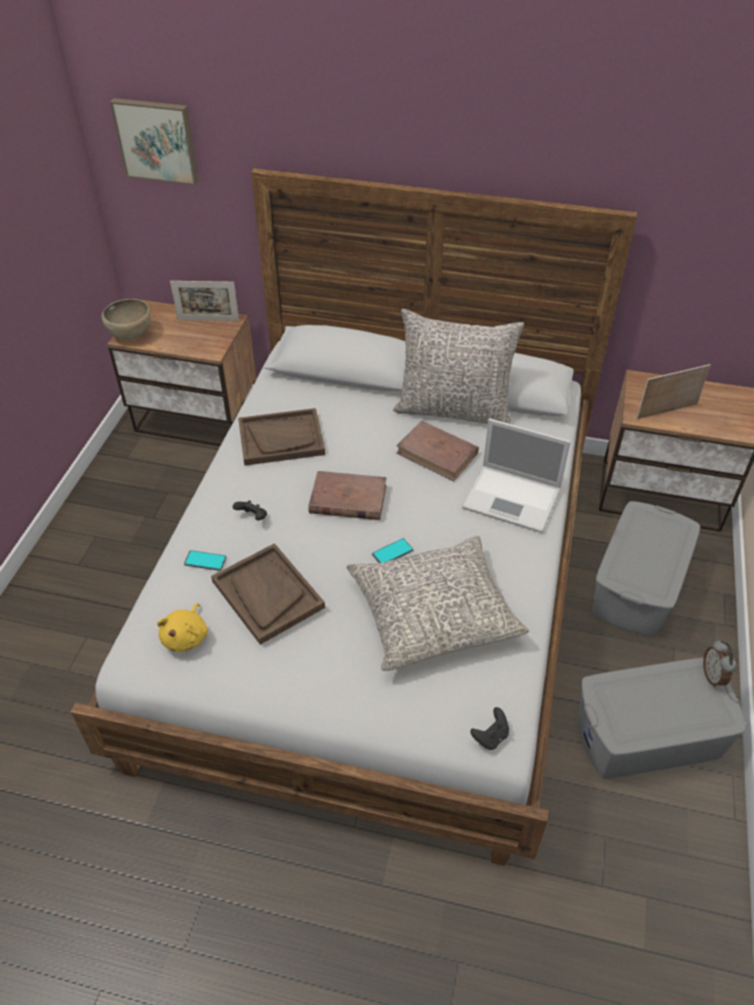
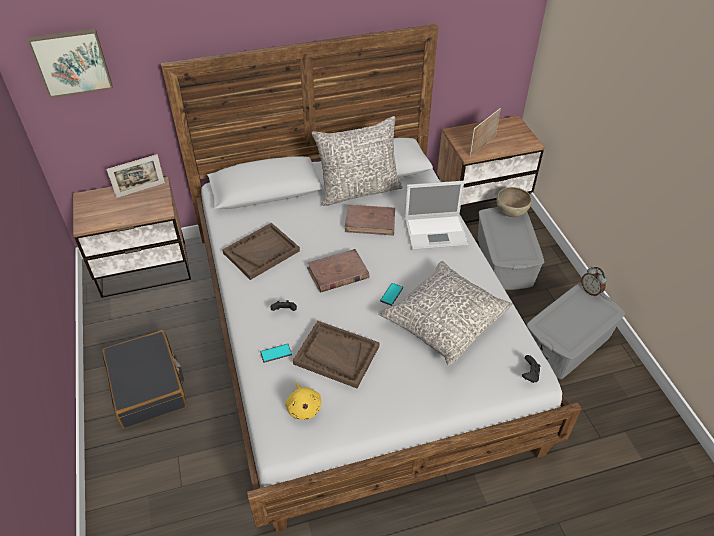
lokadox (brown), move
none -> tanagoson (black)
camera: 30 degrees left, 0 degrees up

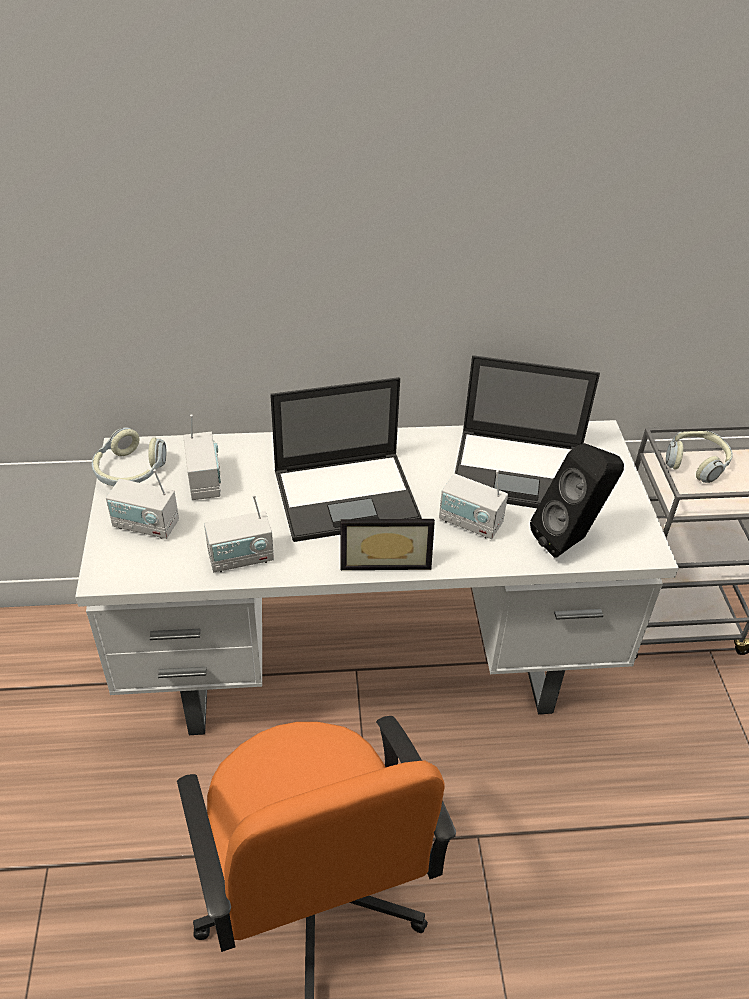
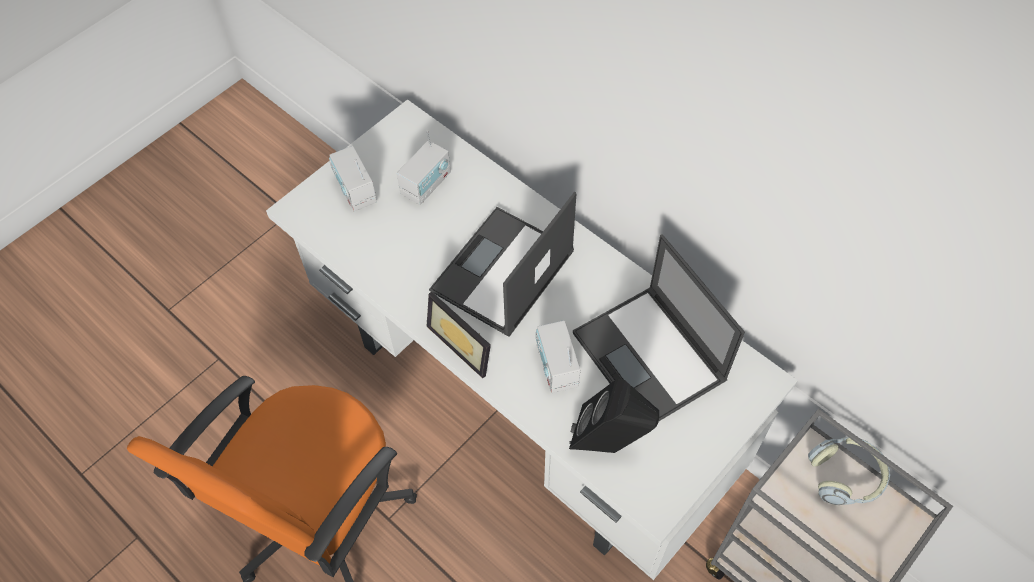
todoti (1st from left), 90 degrees clockwise
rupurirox (1st from left) -> none
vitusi (3rd from left) -> none
camera: 50 degrees right, 15 degrees up

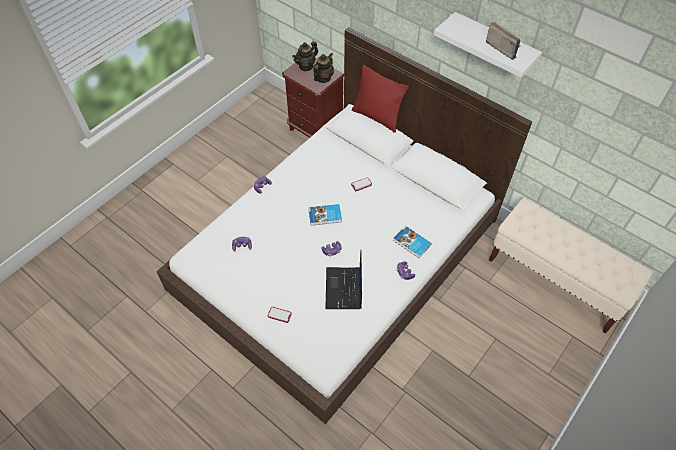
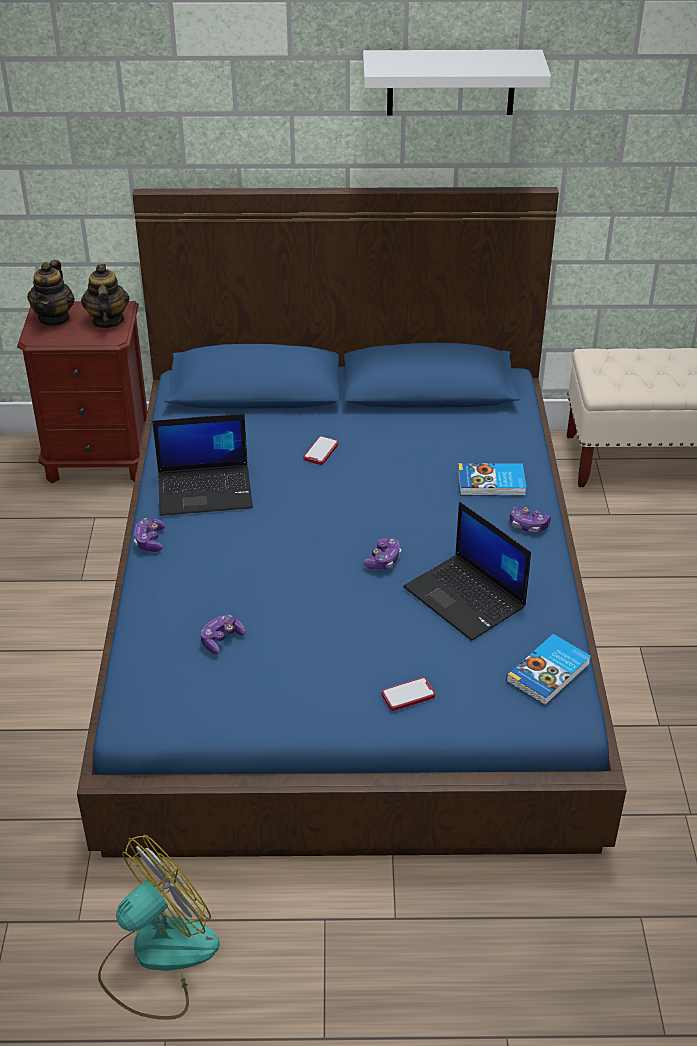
vitusi -> none
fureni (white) -> fureni (blue)
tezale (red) -> none
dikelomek (1st from left in the first image) -> dikelomek (2nd from left), move
none -> todoti (1st from left)
none -> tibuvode
camera: 40 degrees left, 15 degrees down

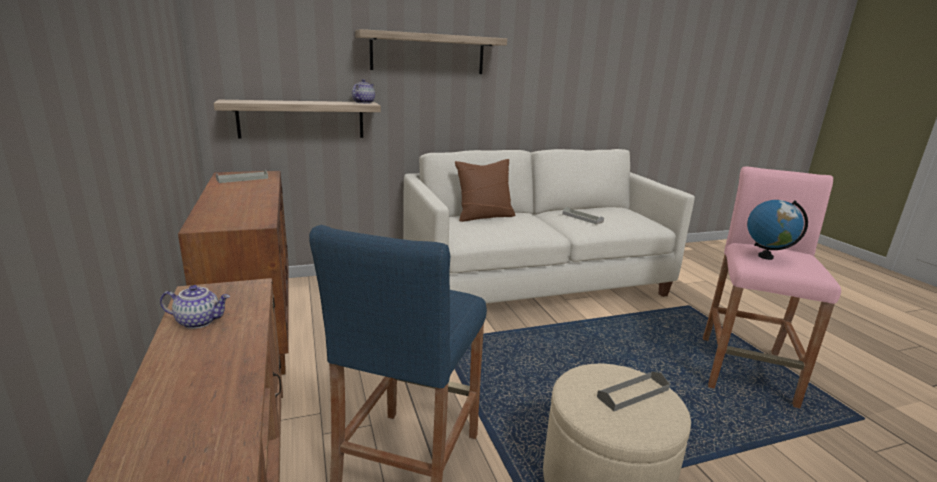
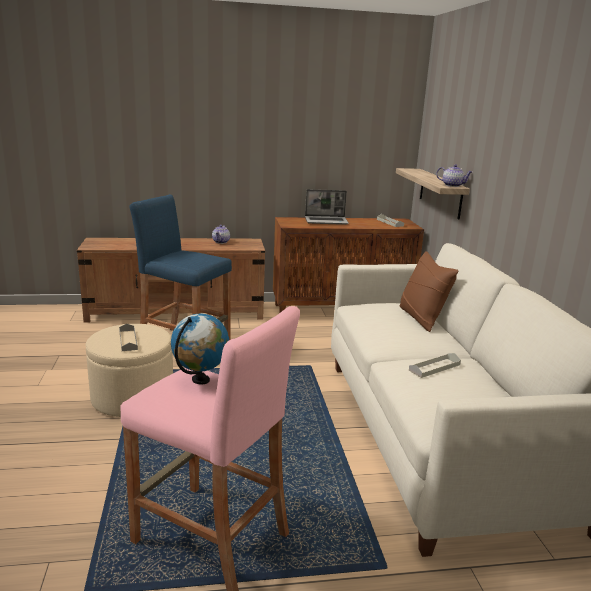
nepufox (2nd from left) -> none
none -> todoti
camera: 100 degrees right, 0 degrees up

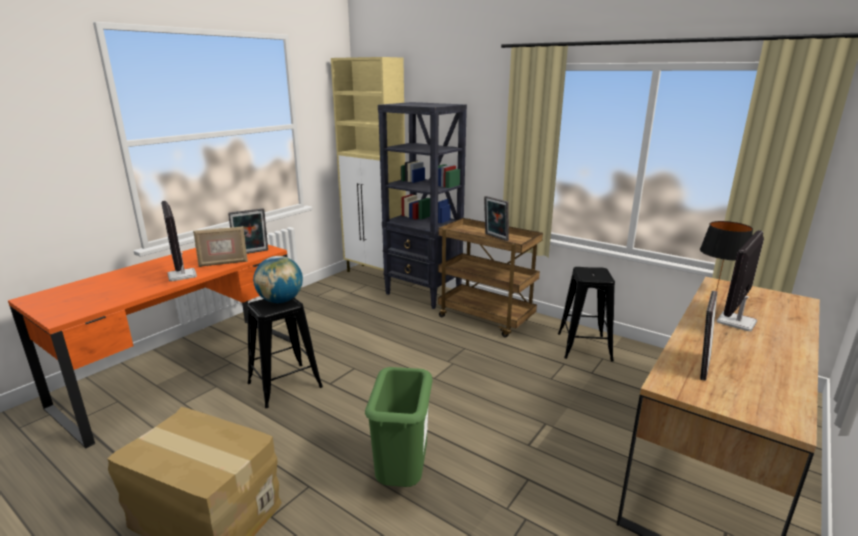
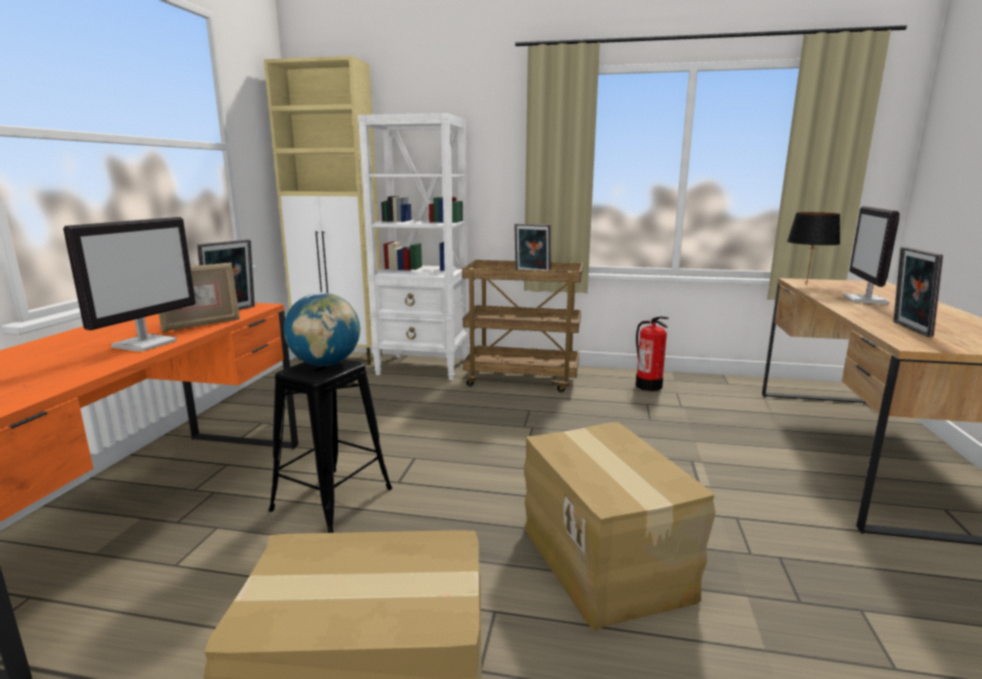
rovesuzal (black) -> rovesuzal (white)
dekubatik (1st from left), 105 degrees counterclockwise
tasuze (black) (2nd from left) -> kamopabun
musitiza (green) -> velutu (2nd from left)
camera: 25 degrees left, 5 degrees down

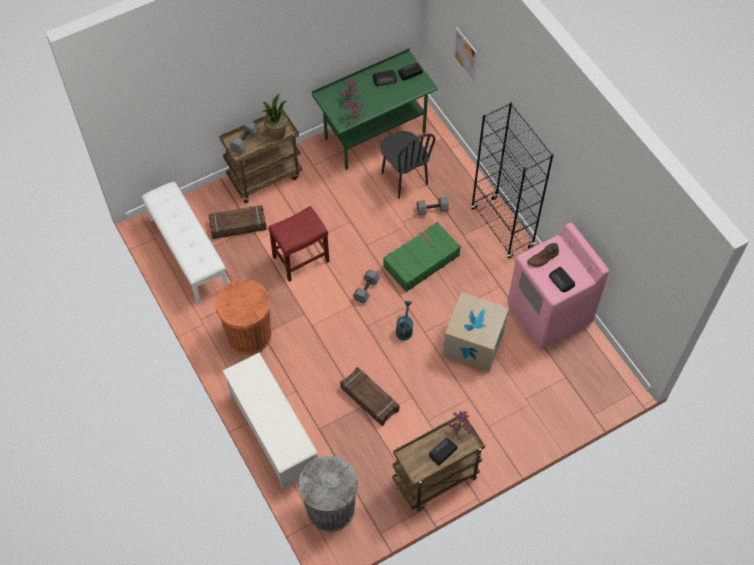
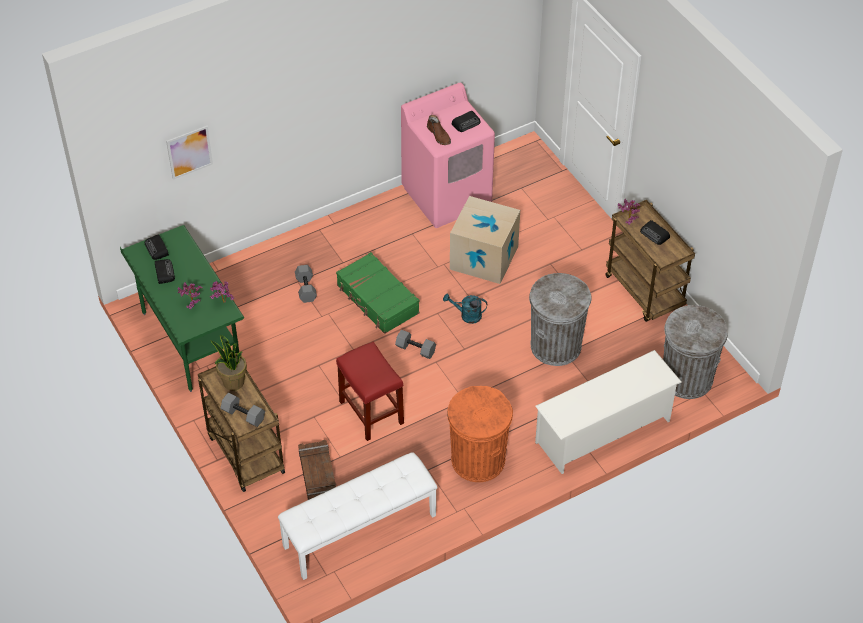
rovesuzal (black) -> none
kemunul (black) -> none
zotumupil (2nd from left) -> musitiza (grey) (1st from left)
camera: 90 degrees left, 10 degrees down

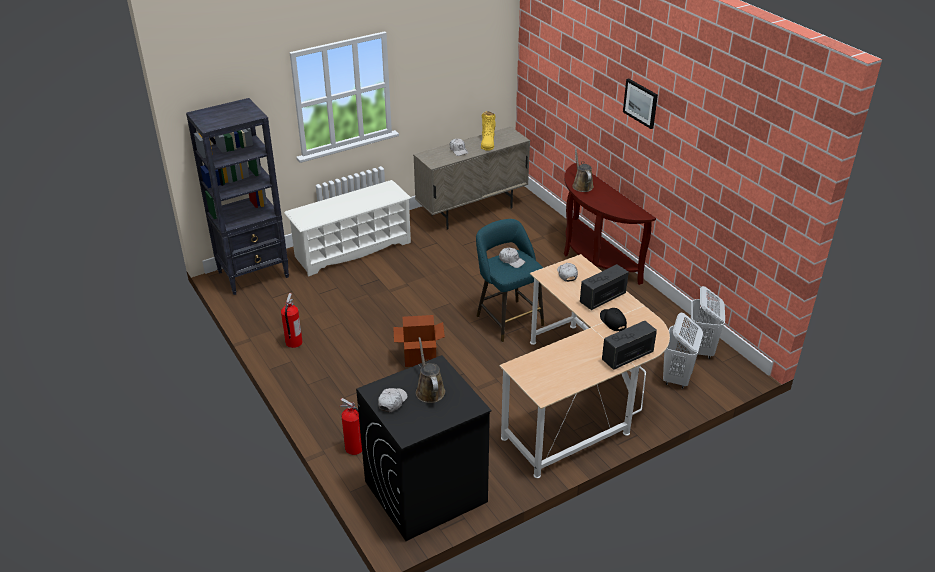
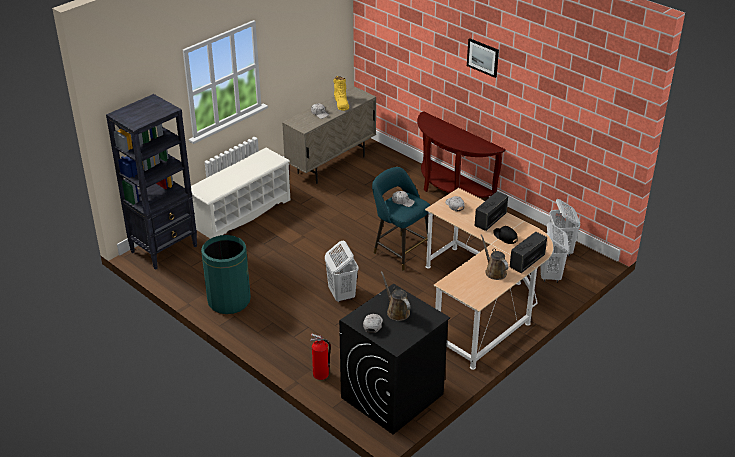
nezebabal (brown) (2nd from left), move
kamopabun (1st from left) -> musitiza (green)
velutu -> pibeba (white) (1st from left)
camera: 15 degrees left, 0 degrees up

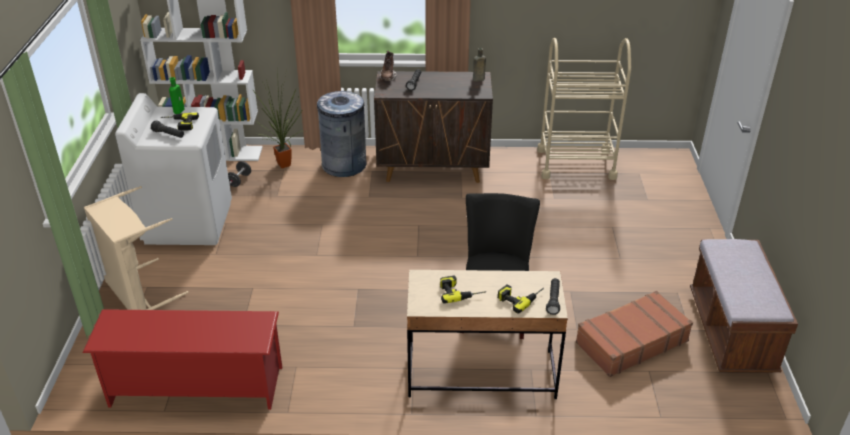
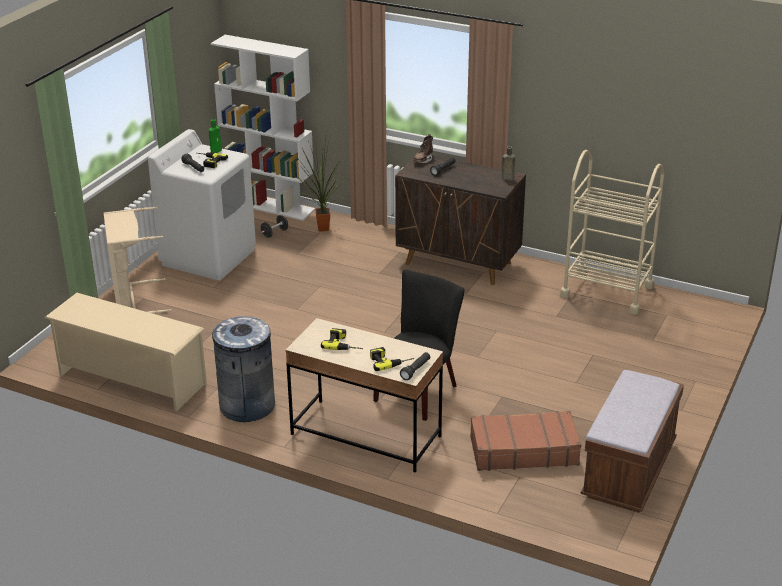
musitiza (grey), move
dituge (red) -> dituge (beige)
camera: 25 degrees right, 5 degrees down

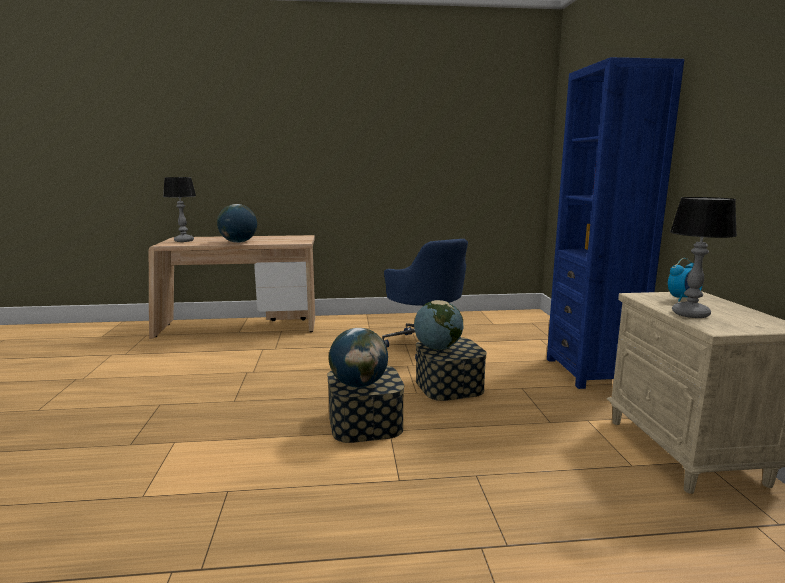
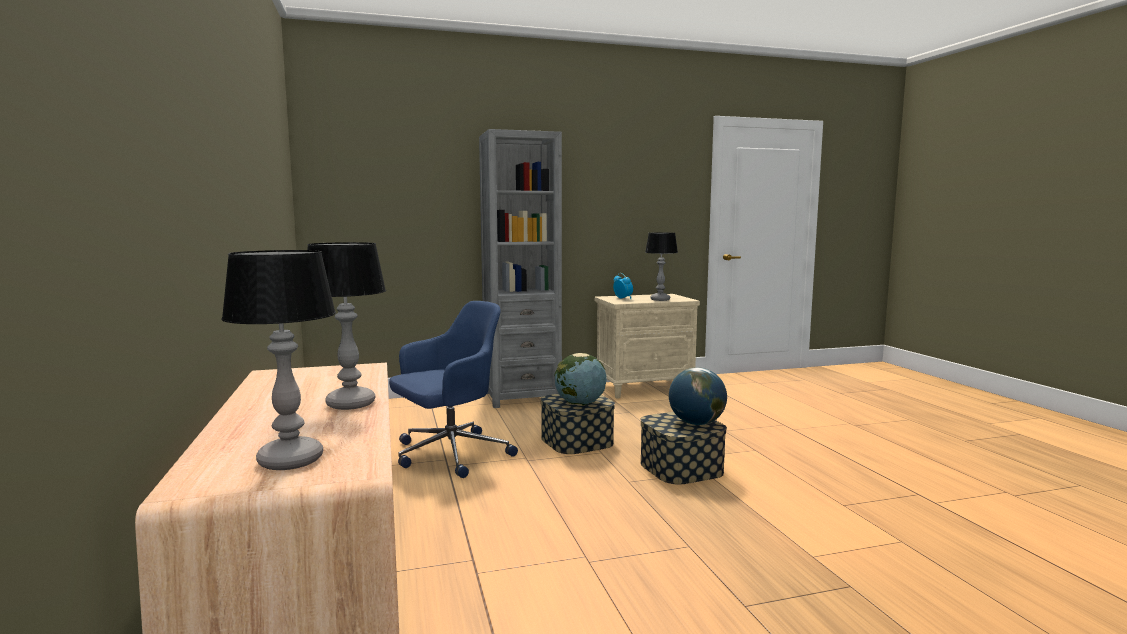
rovesuzal (blue) -> rovesuzal (grey)
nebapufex (1st from left) -> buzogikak (2nd from left)
camera: 100 degrees left, 5 degrees down

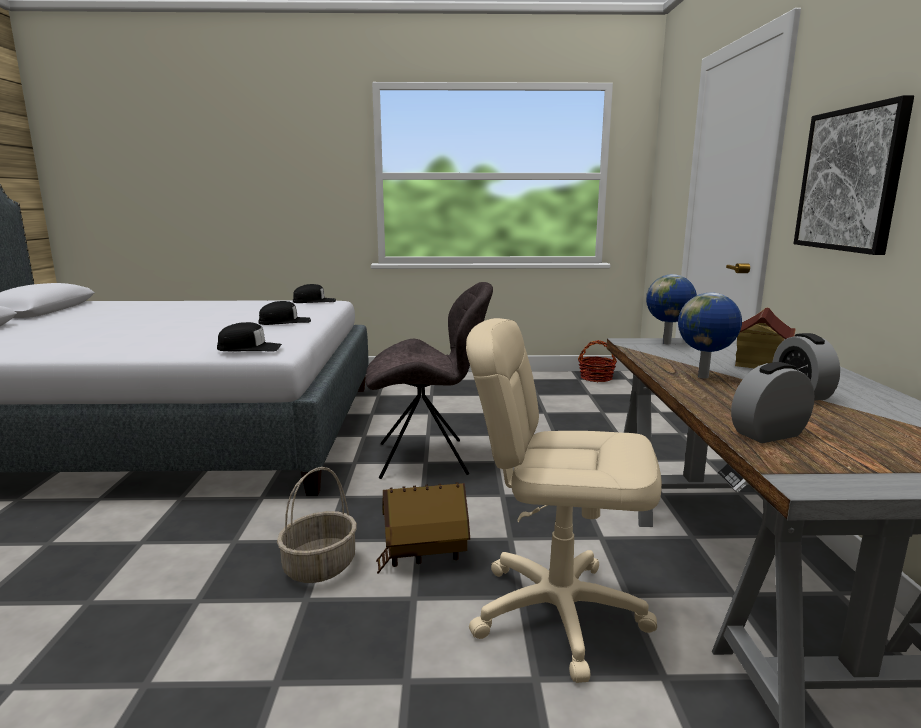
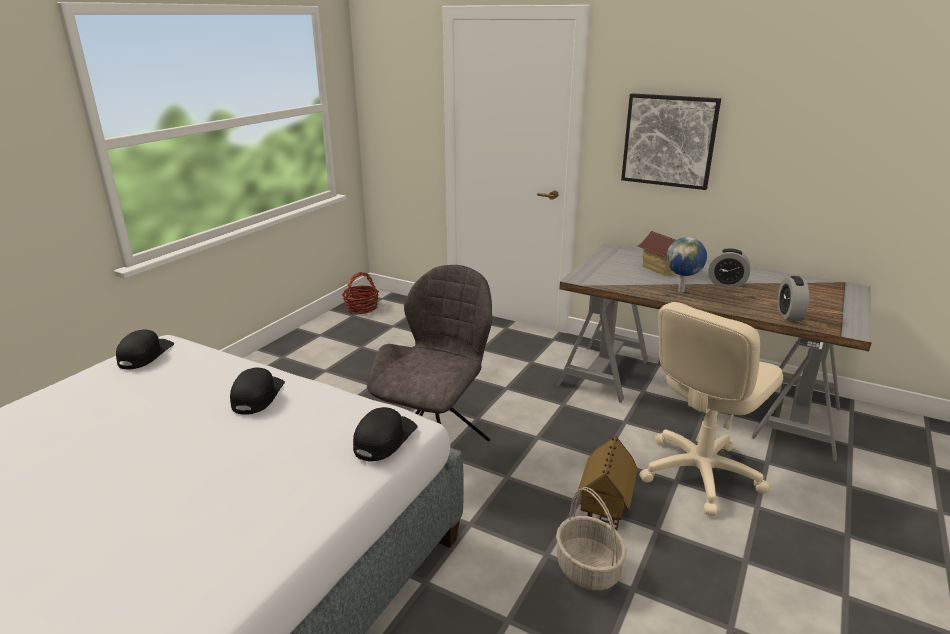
nebapufex (1st from left) -> none
camera: 60 degrees left, 10 degrees up

